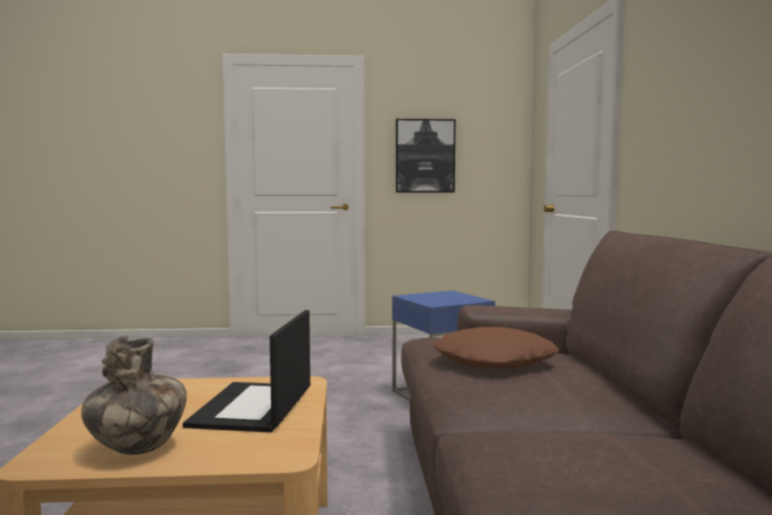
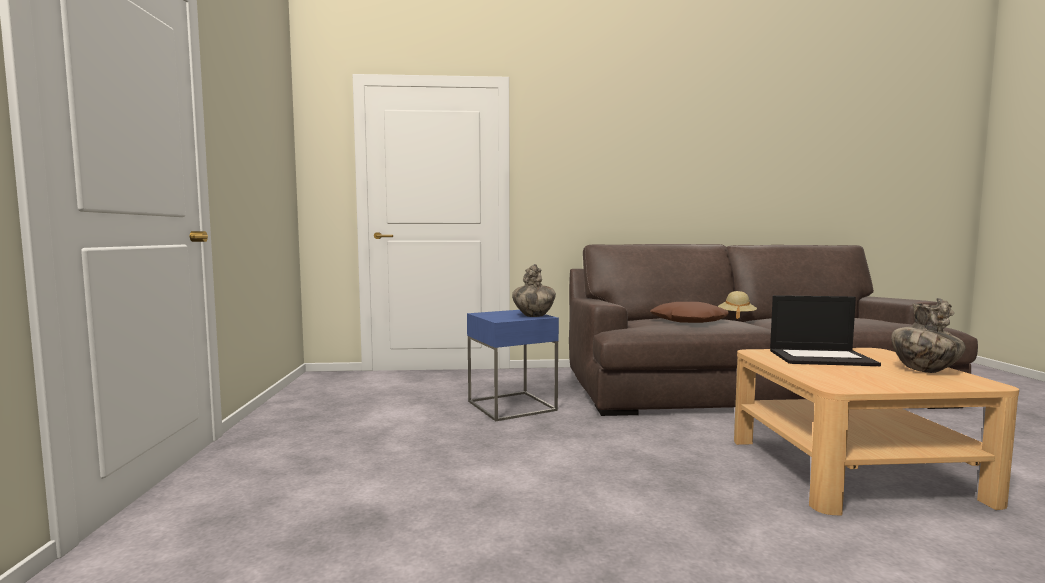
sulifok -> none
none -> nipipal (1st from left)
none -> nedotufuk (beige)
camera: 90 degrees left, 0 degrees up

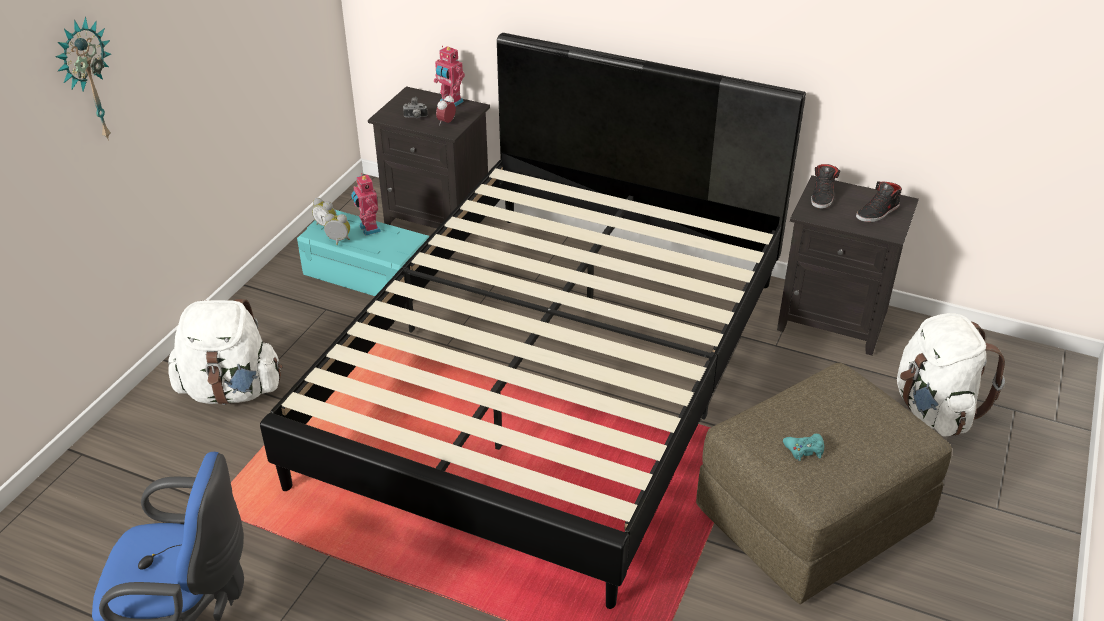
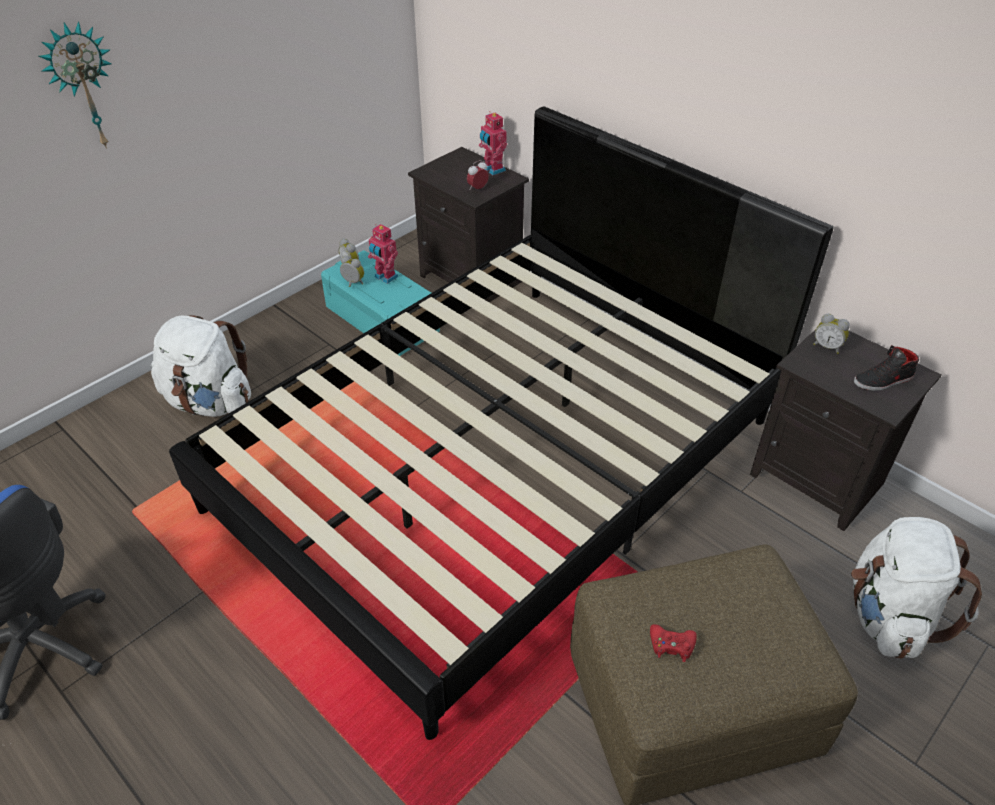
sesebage -> none
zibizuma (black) (1st from left) -> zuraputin (4th from left)
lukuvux (1st from left), 45 degrees counterclockwise
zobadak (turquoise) -> zobadak (red)
camera: 20 degrees right, 5 degrees up

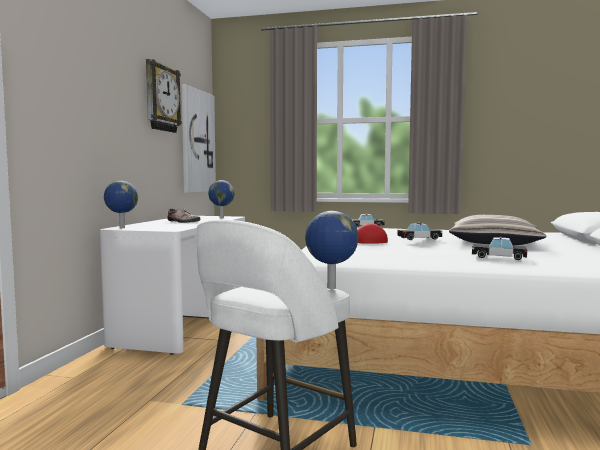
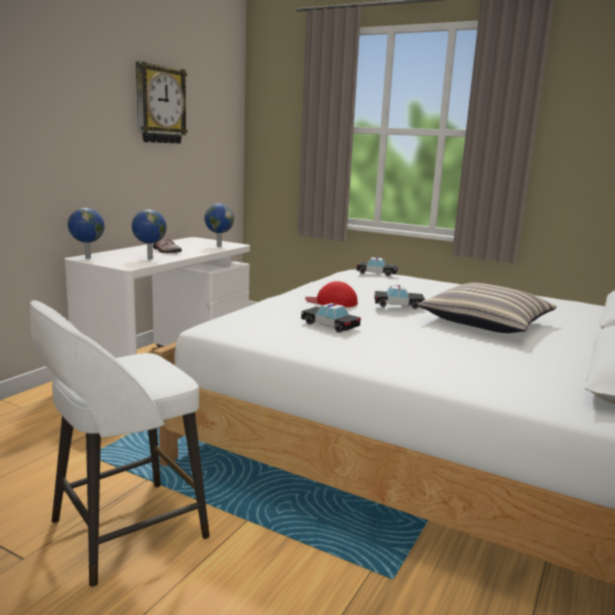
sulifok -> none
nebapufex (3rd from left in the first image) -> nebapufex (2nd from left), move
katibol (3rd from left in the first image) -> katibol (1st from left), move
camera: 15 degrees right, 10 degrees up

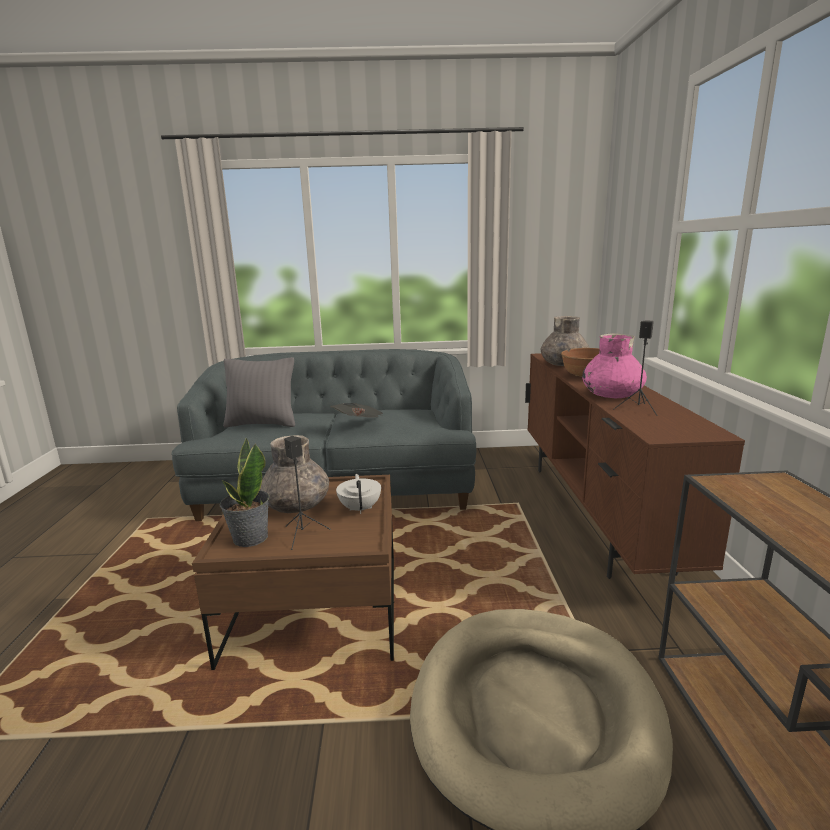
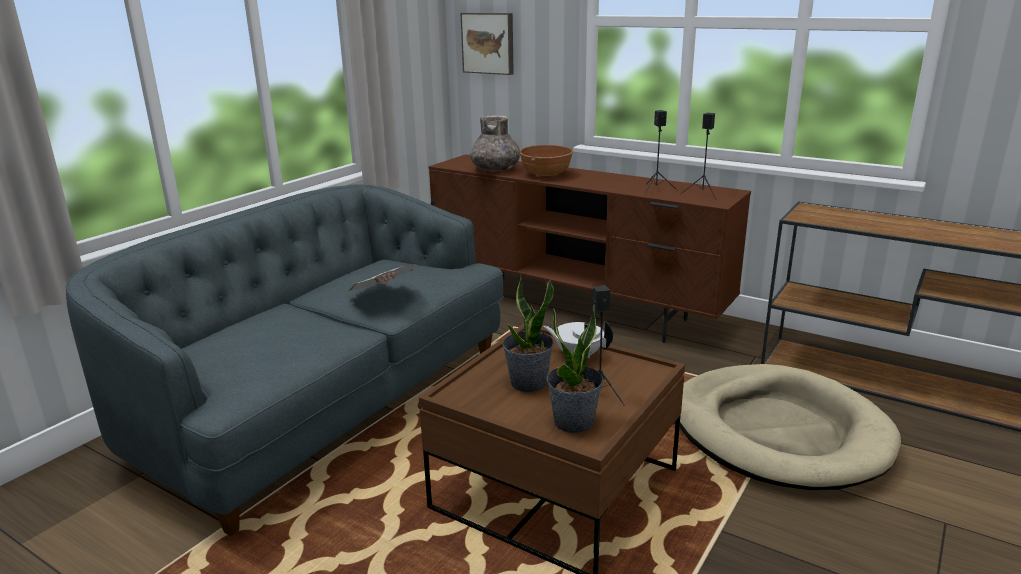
nipipal (pink) -> none
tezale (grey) -> none
nipipal (grey) (1st from left) -> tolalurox (1st from left)
none -> sulifok
none -> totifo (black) (3rd from left)
camera: 55 degrees left, 5 degrees up

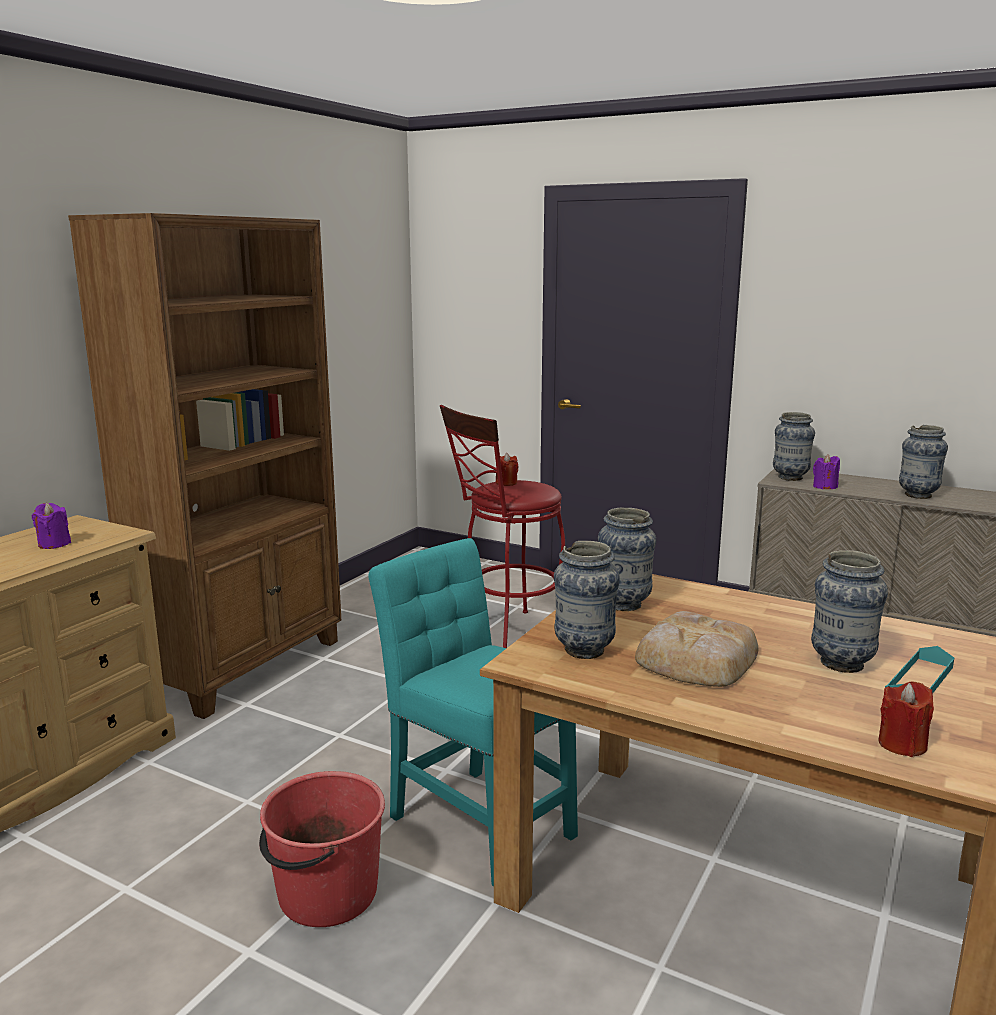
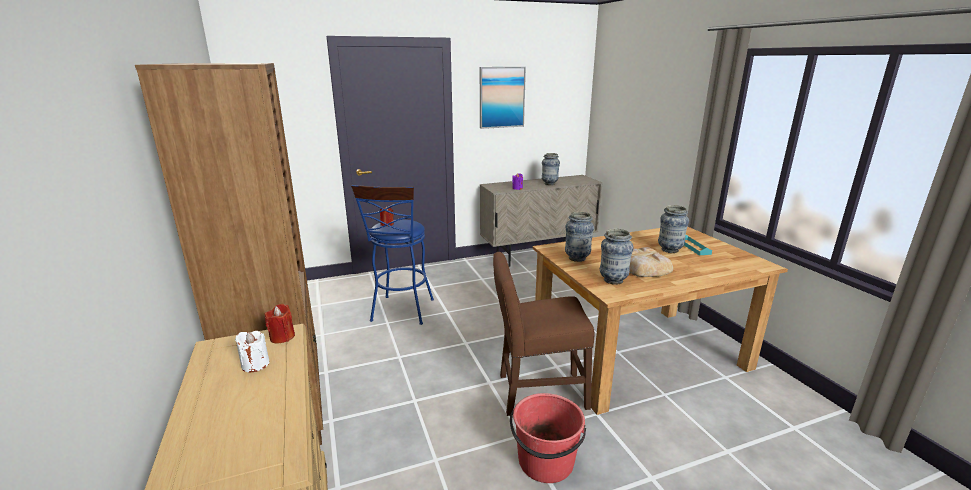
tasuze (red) -> tasuze (blue)
nipipal (3rd from left) -> none
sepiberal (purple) (1st from left) -> sepiberal (white)
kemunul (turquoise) -> kemunul (brown)
sepiberal (red) (2nd from left in the first image) -> sepiberal (red) (1st from left), move
none -> sulifok
camera: 50 degrees left, 5 degrees up

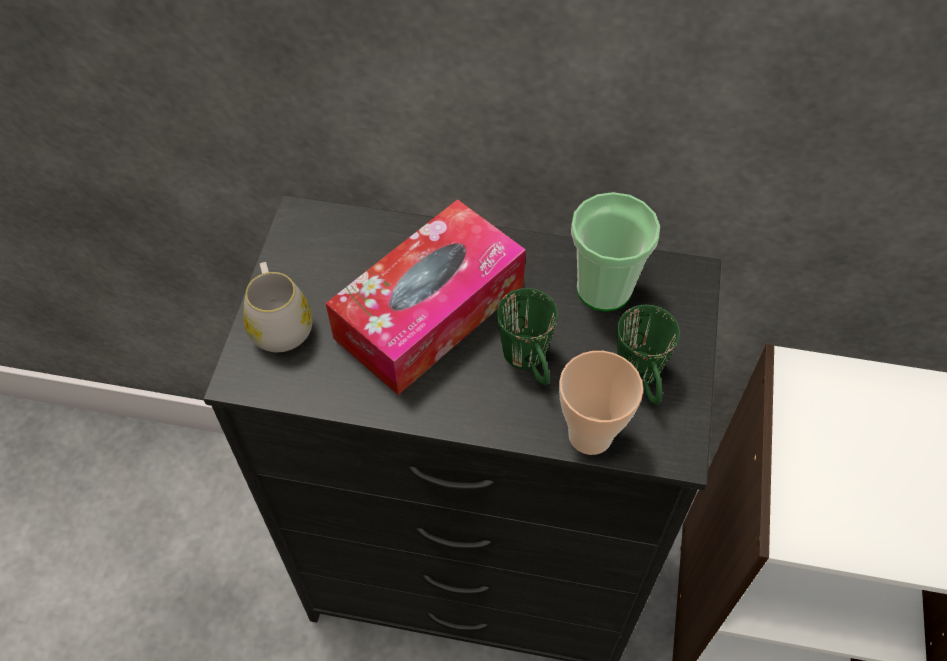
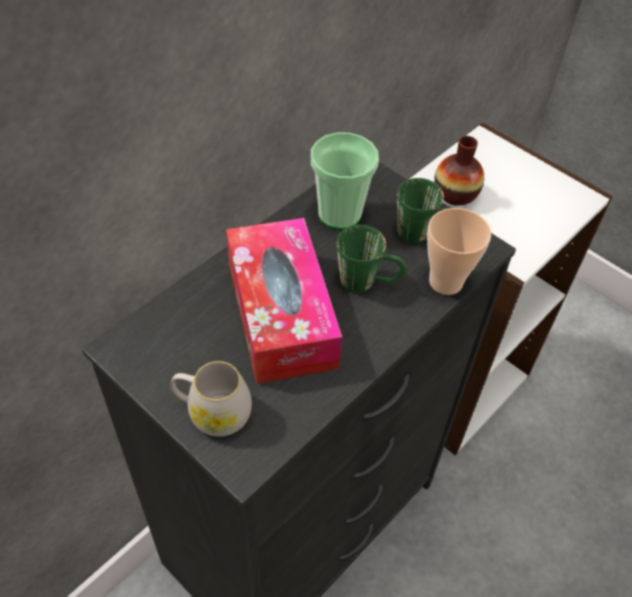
none -> nipipal
camera: 60 degrees left, 5 degrees down

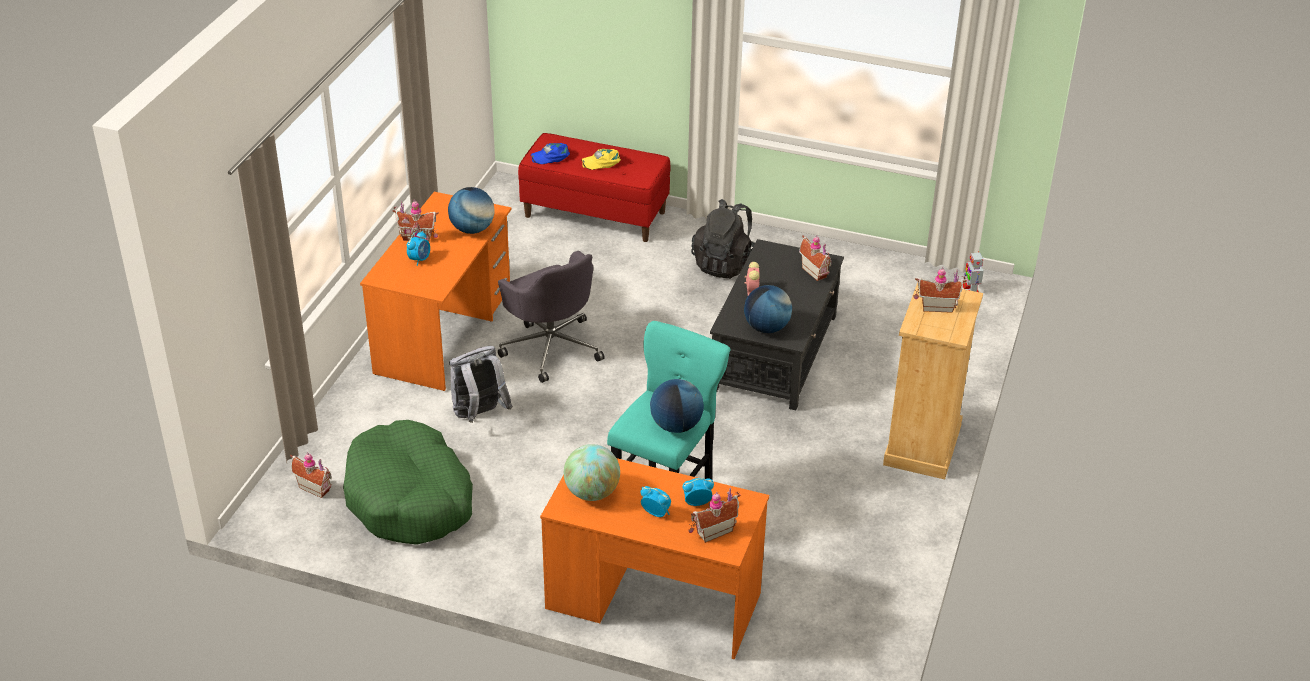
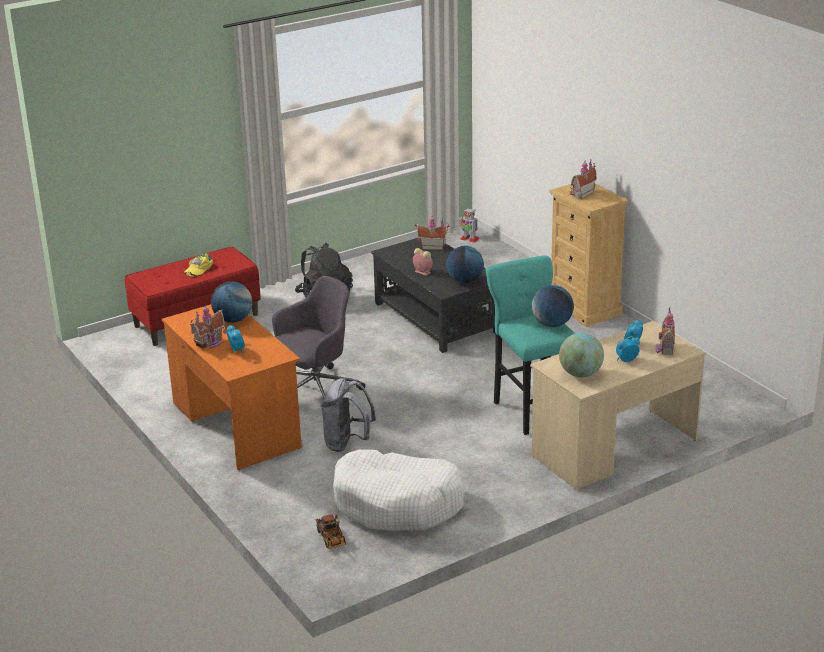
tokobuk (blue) -> none
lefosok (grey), 45 degrees counterclockwise
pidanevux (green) -> pidanevux (white)
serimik (1st from left) -> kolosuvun
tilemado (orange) (2nd from left) -> tilemado (beige)
camera: 50 degrees left, 10 degrees down

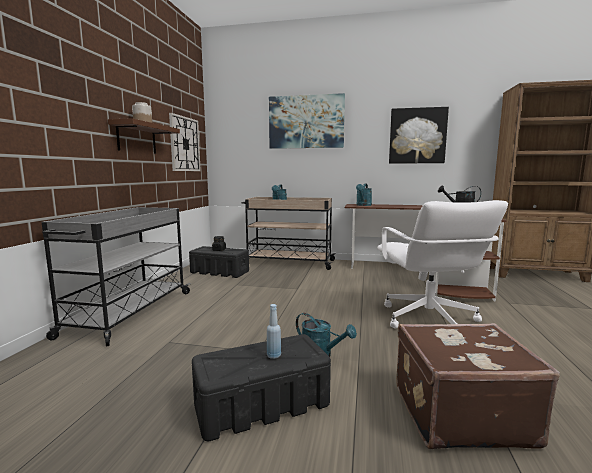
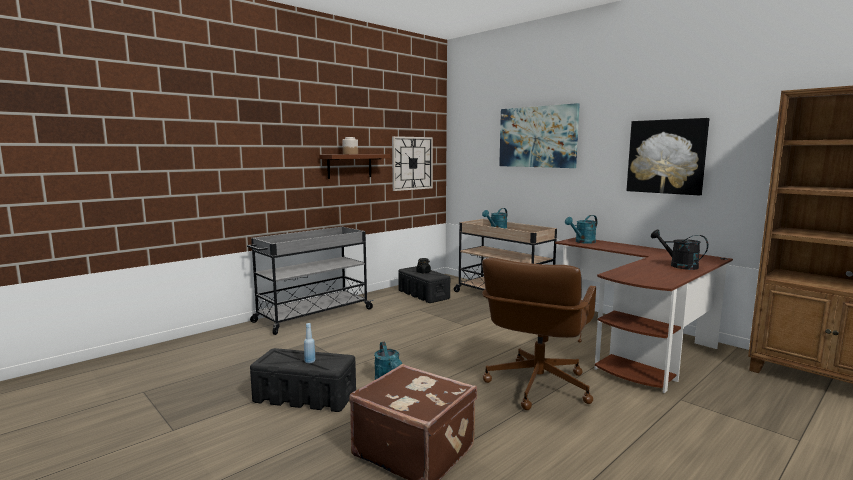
lefosok (white) -> lefosok (brown)
camera: 35 degrees right, 0 degrees up

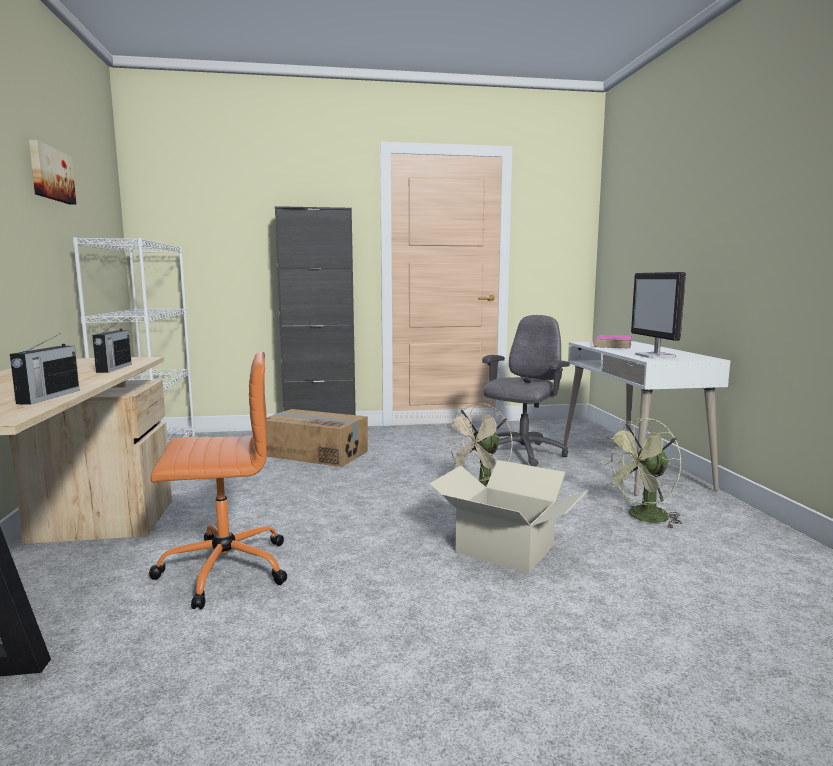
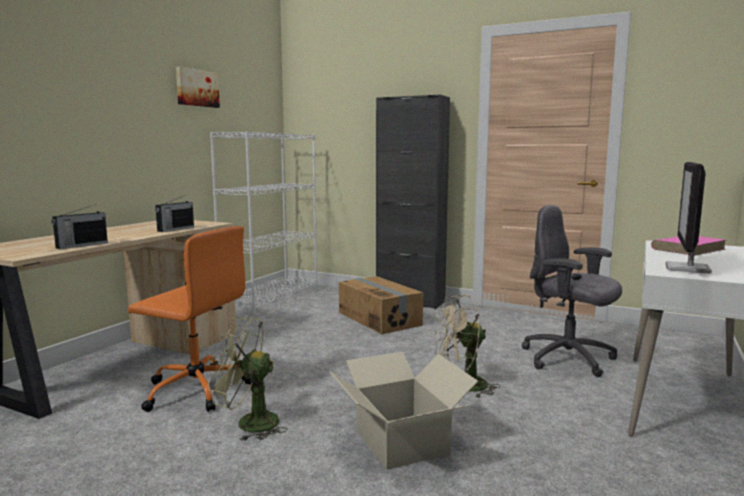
lefosok (grey), 120 degrees counterclockwise
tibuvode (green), move
camera: 35 degrees right, 0 degrees up

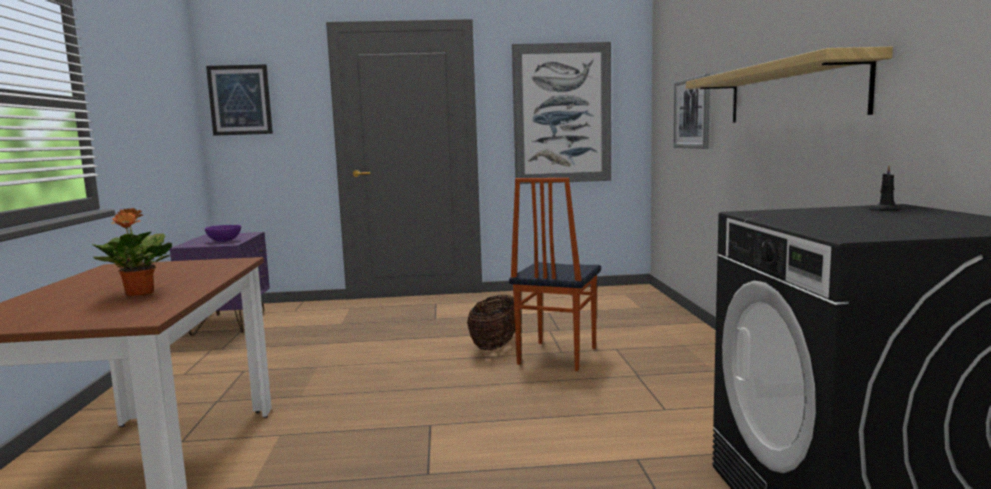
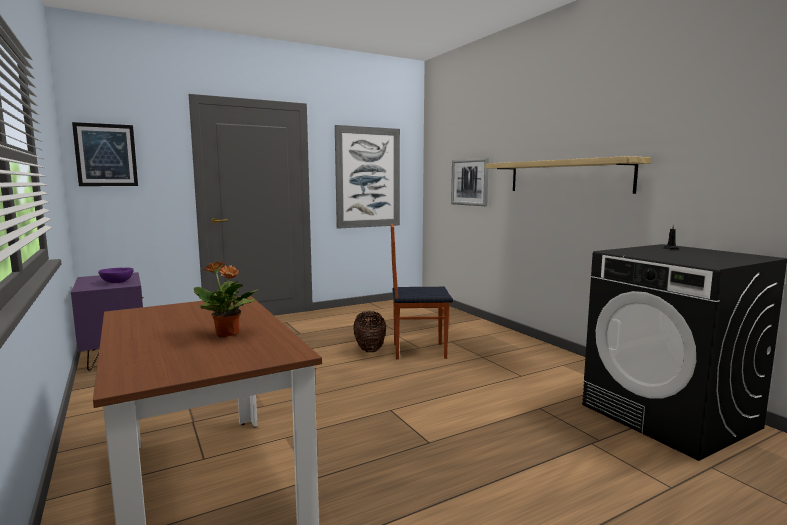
kemunul, 90 degrees clockwise
camera: 25 degrees left, 0 degrees up

